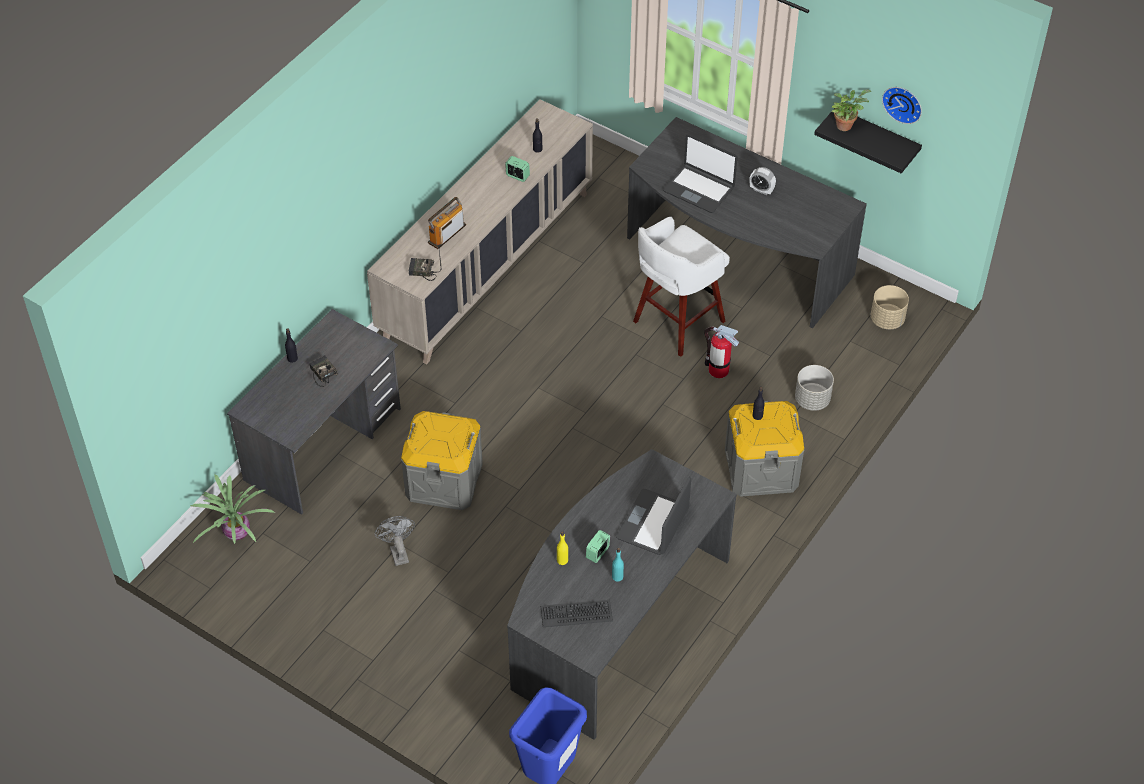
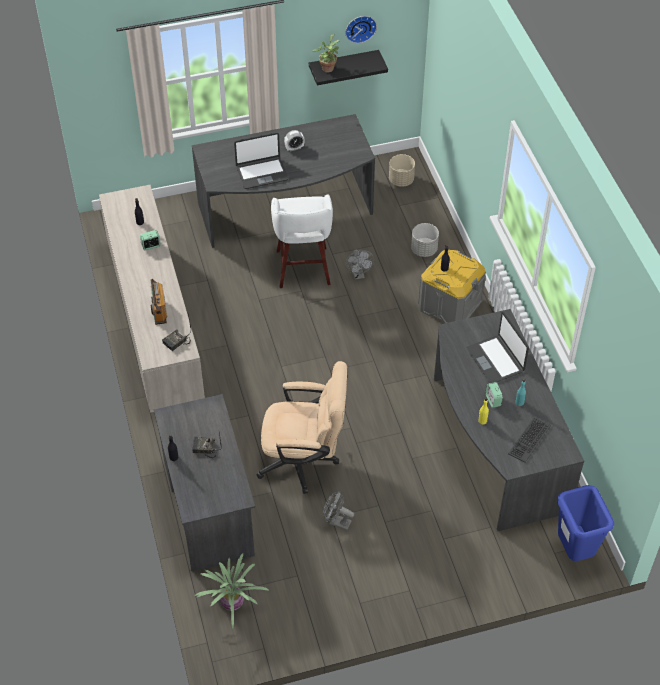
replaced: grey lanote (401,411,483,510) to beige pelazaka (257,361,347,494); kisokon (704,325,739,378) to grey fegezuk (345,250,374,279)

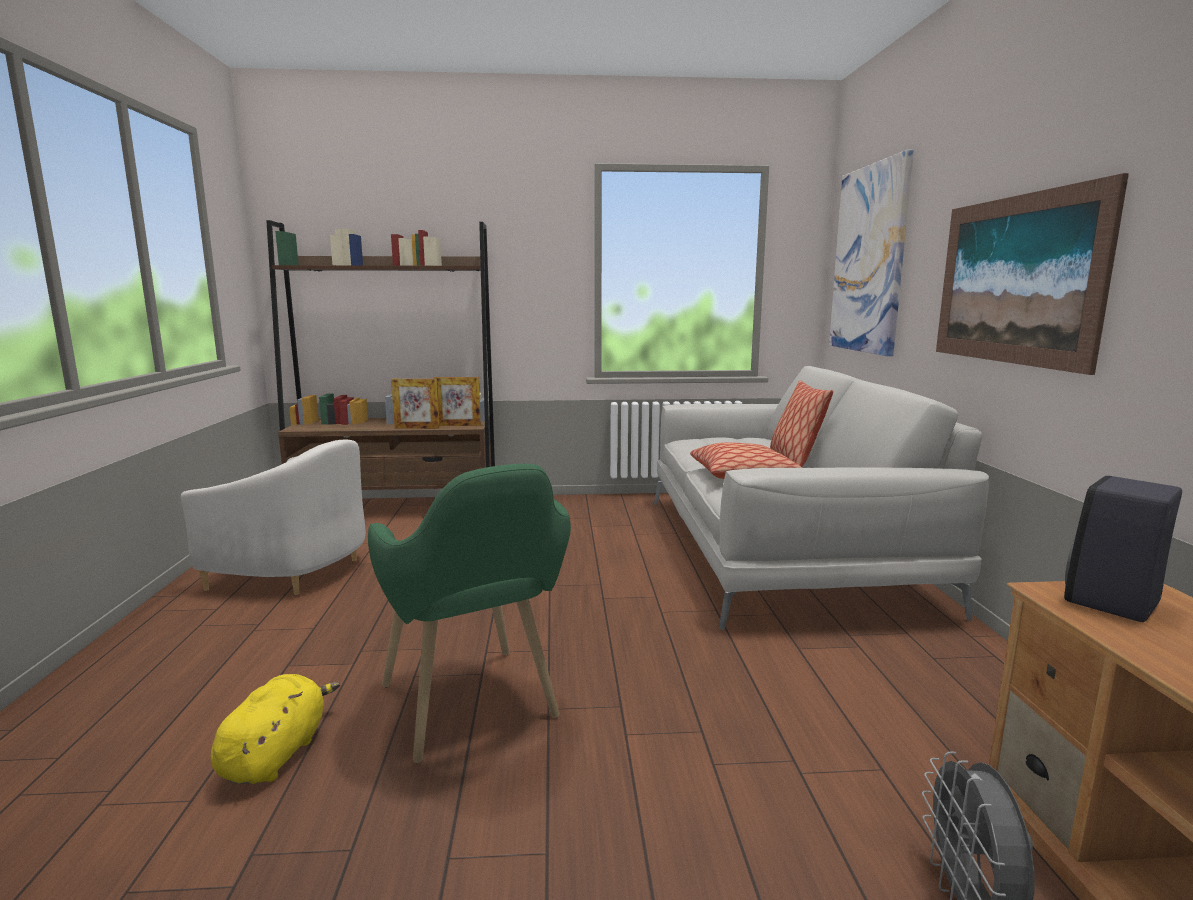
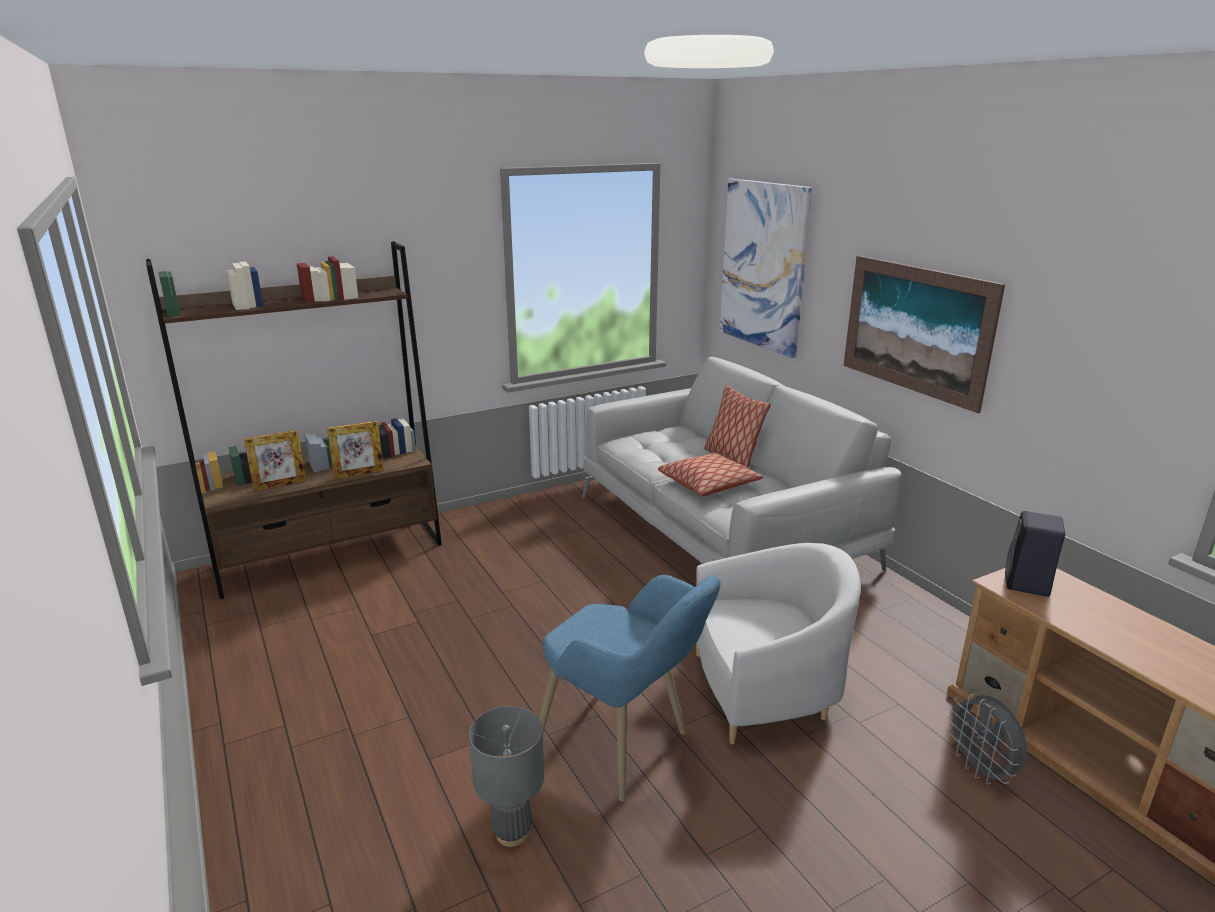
moved: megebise (434,377,481,426) to (244,430,306,491); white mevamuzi (181,439,366,595) to (696,543,861,744)
replaced: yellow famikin (211,674,340,784) to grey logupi (469,706,544,847)
recoloured: green mevamuzi (368,464,571,763) to blue mevamuzi (539,575,721,802)

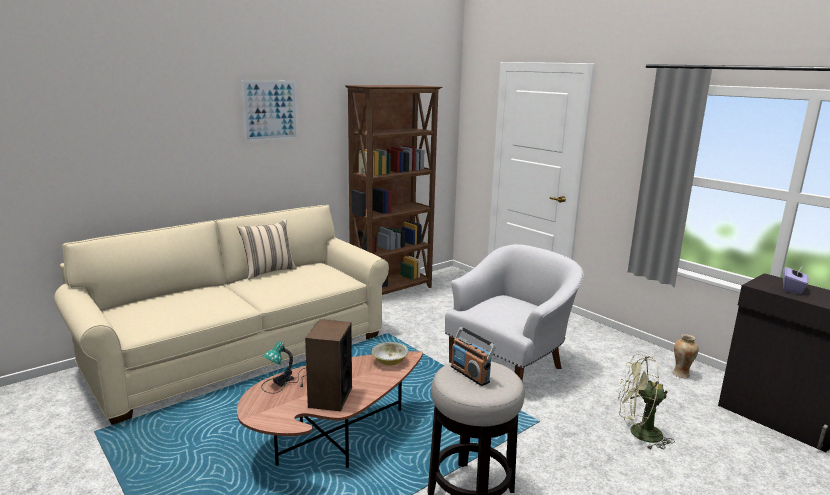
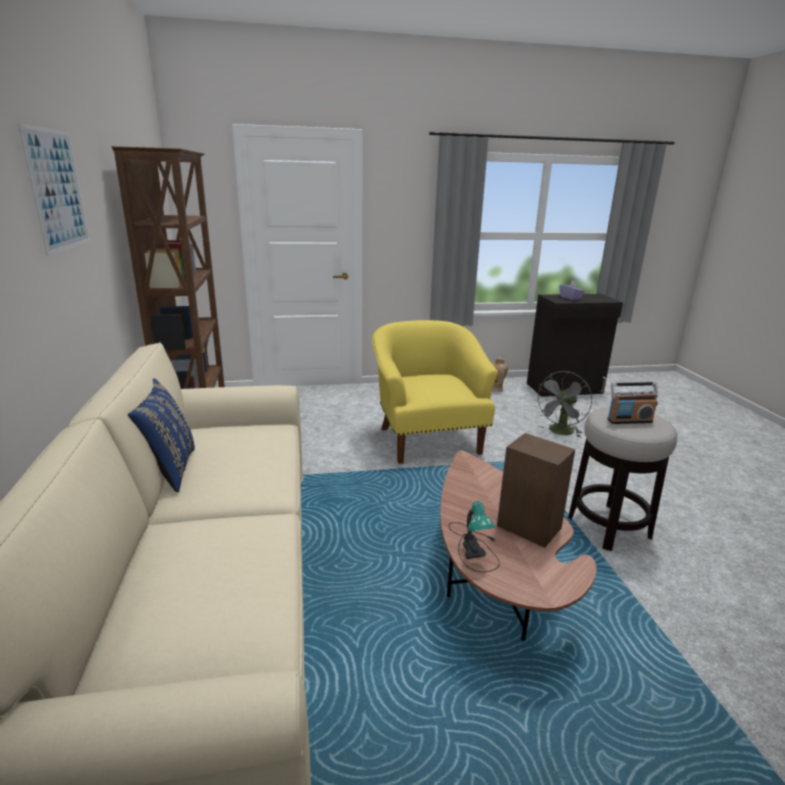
removed: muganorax (372,342,408,366)
recoloured: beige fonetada (237,219,297,280) to blue fonetada (128,378,195,493); white mevamuzi (445,244,584,380) to yellow mevamuzi (372,320,498,464); green fegezuk (618,354,675,450) to grey fegezuk (535,371,592,437)

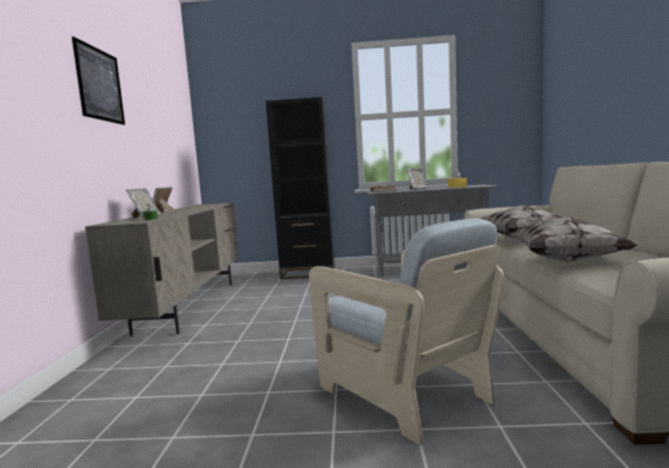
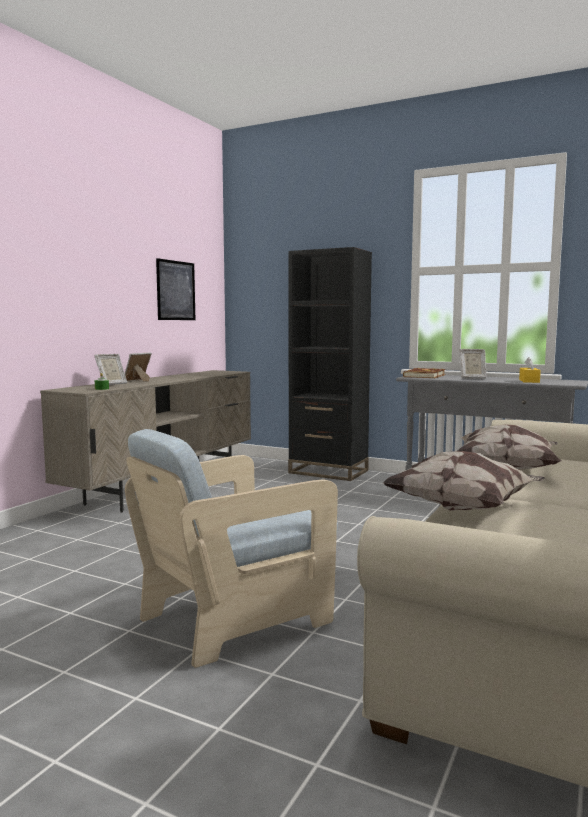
moved: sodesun (72,37,125,125) to (156,258,195,320)
turned: beige mevamuzi (309,218,504,445) = (125,429,338,668) 60 degrees clockwise

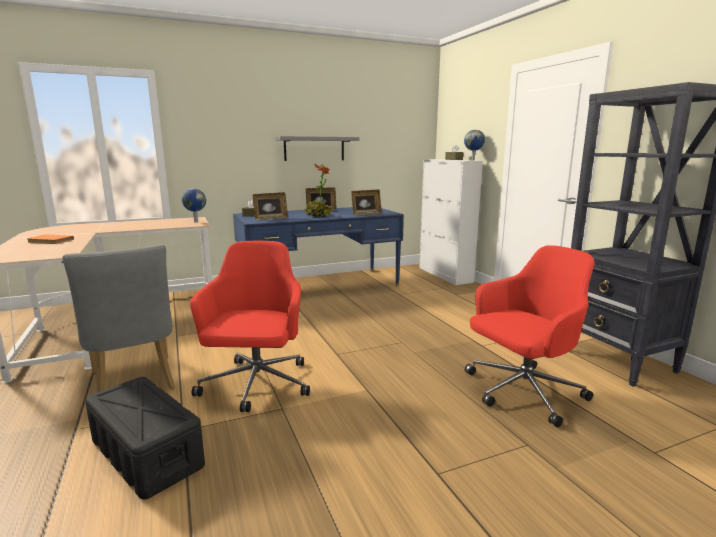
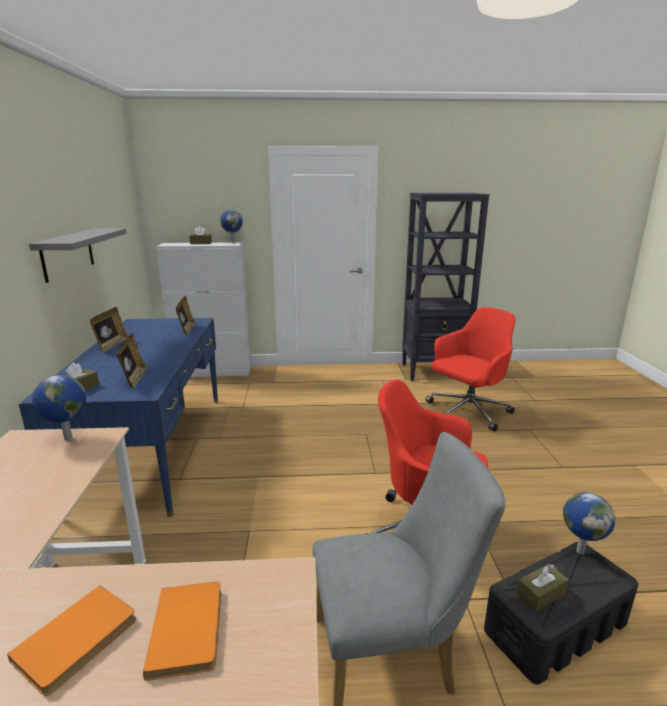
removed: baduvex (305,164,333,217)
added: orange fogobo (143,582,221,681); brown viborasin (516,564,569,612); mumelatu (563,492,615,554)
turned: red pelazaka (465,245,595,427) = (426,307,516,432) 60 degrees clockwise

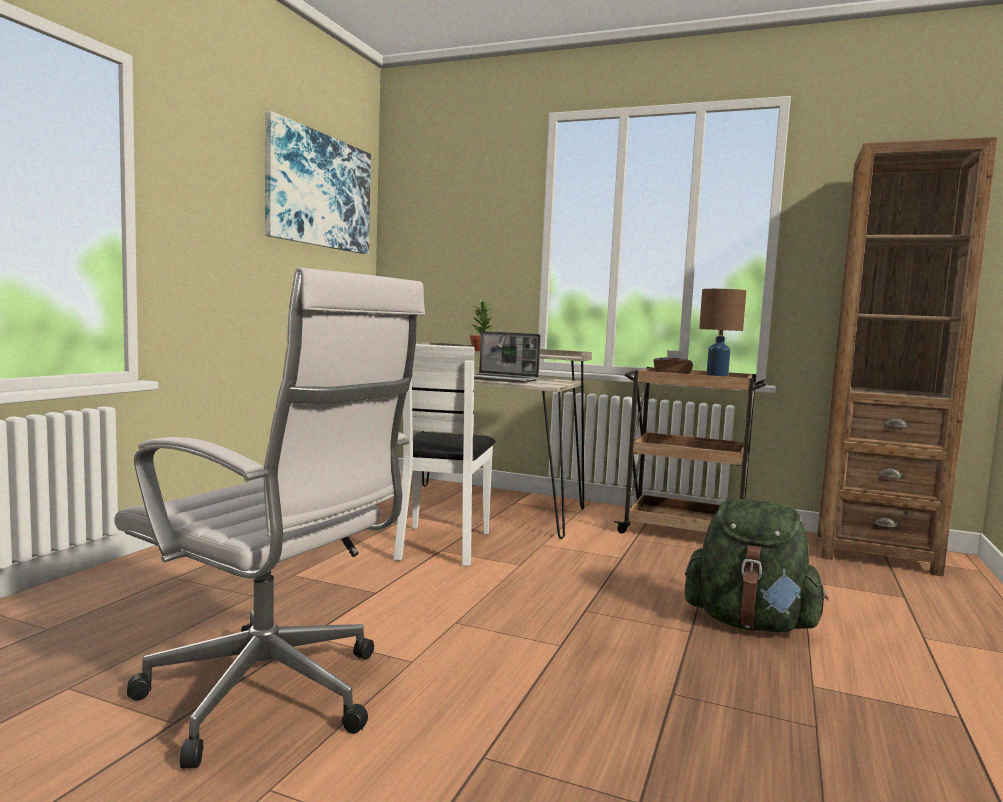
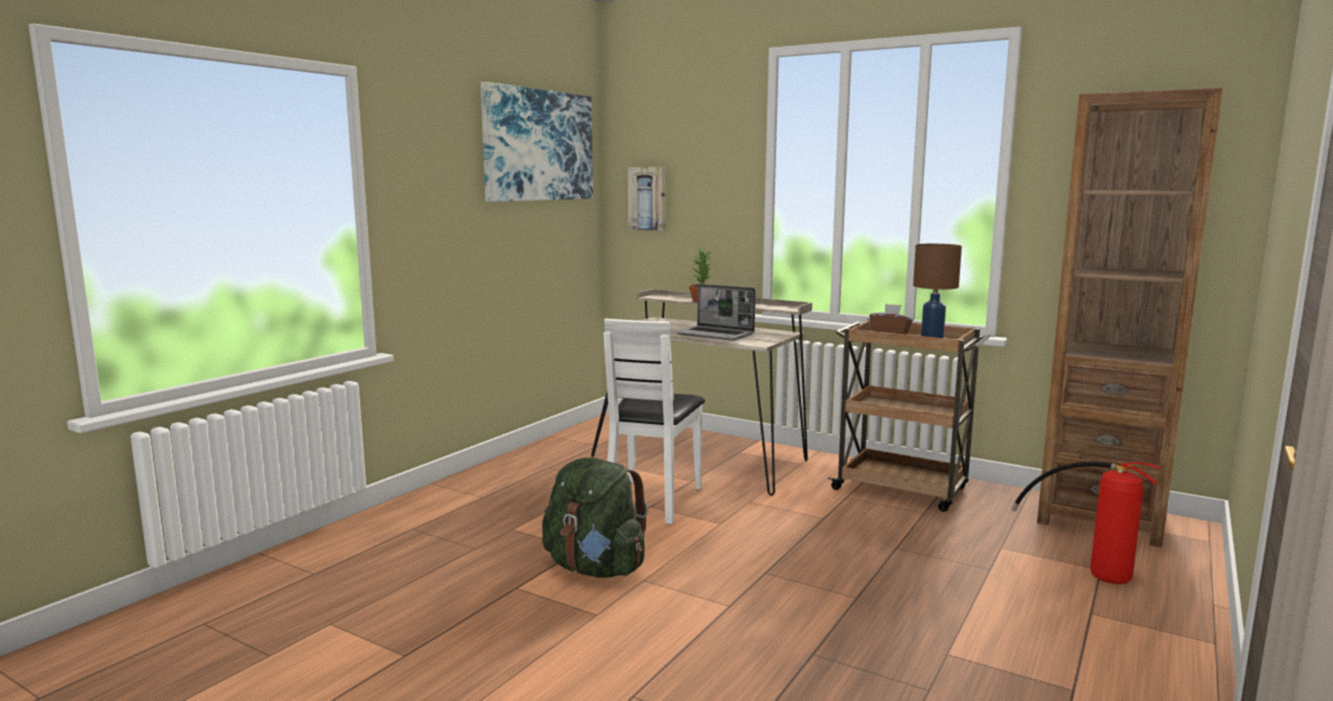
removed: white pelazaka (114,267,425,769)
added: sodesun (628,167,666,231); kisokon (1011,462,1161,584)
moved: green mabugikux (685,499,828,632) to (542,458,648,578)

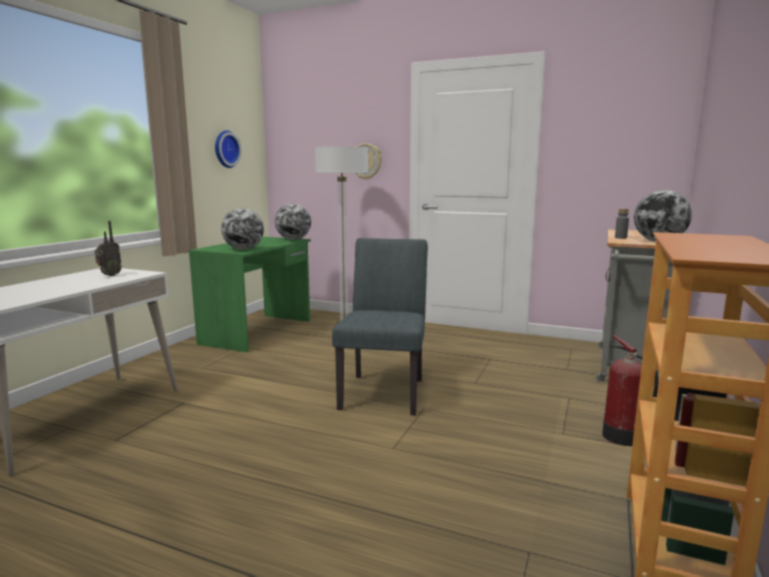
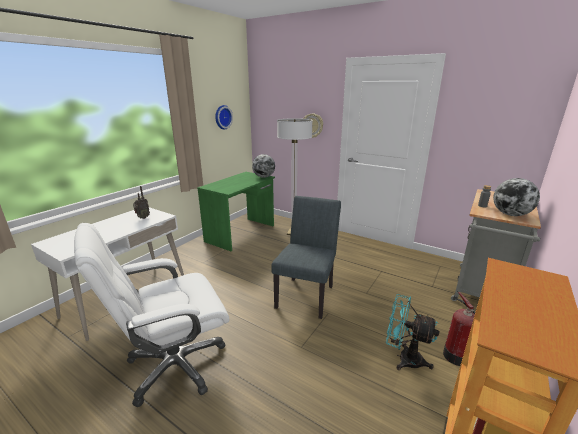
removed: mumelatu (221,208,264,250)
added: white pelazaka (74,223,229,407); turquoise fegezuk (386,294,439,371)

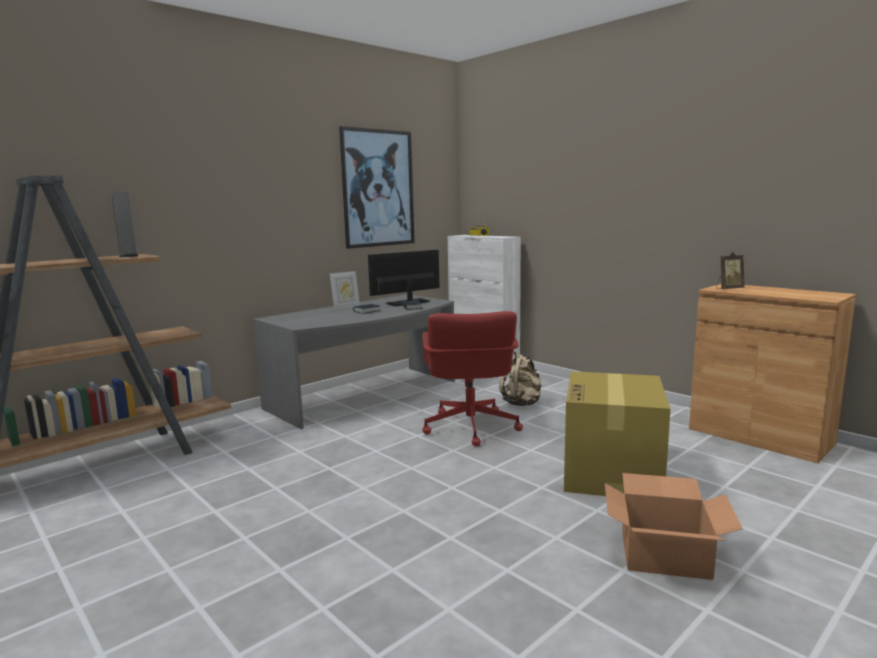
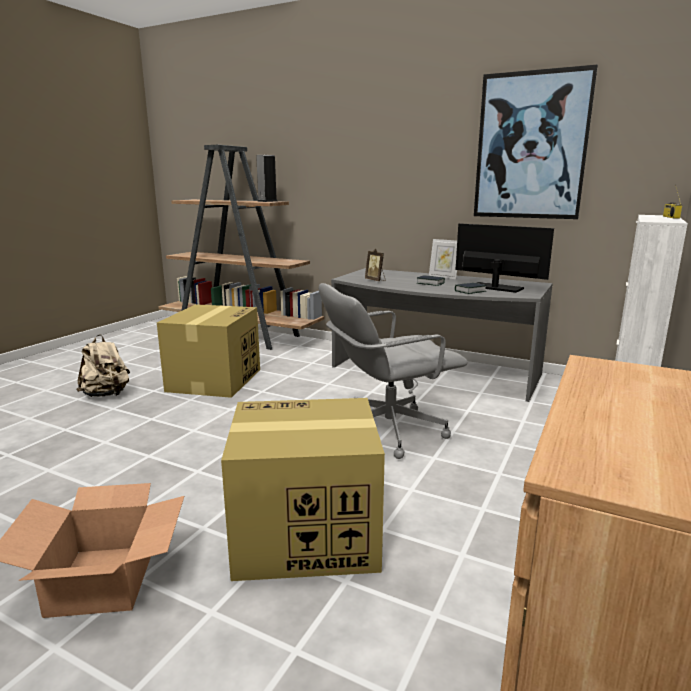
added: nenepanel (157,304,260,398)
moved: beige mabugikux (499,350,542,406) to (76,334,130,397); megebise (716,252,745,289) to (365,249,386,281)
recoloured: red pelazaka (422,311,523,446) to grey pelazaka (319,283,468,459)

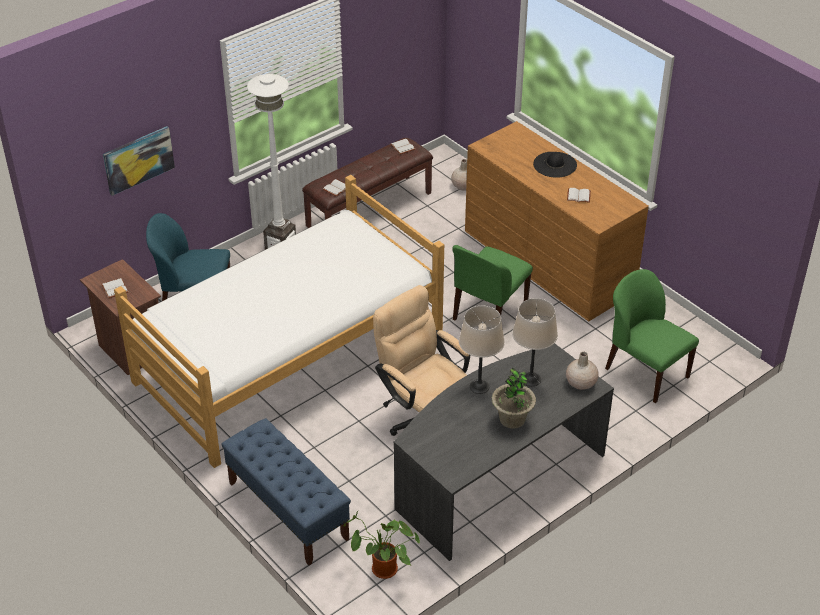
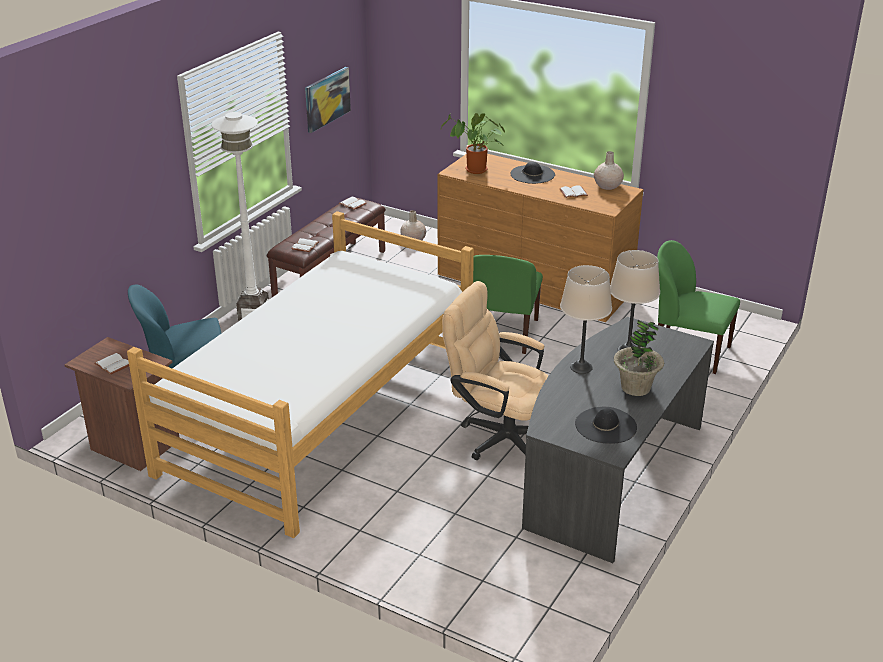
removed: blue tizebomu (221,418,351,566)
added: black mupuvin (575,407,637,444)
moved: sodesun (103,126,175,196) to (305,67,351,133); baduvex (343,511,420,579) to (441,113,505,174); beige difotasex (566,352,599,390) to (594,151,624,190)

